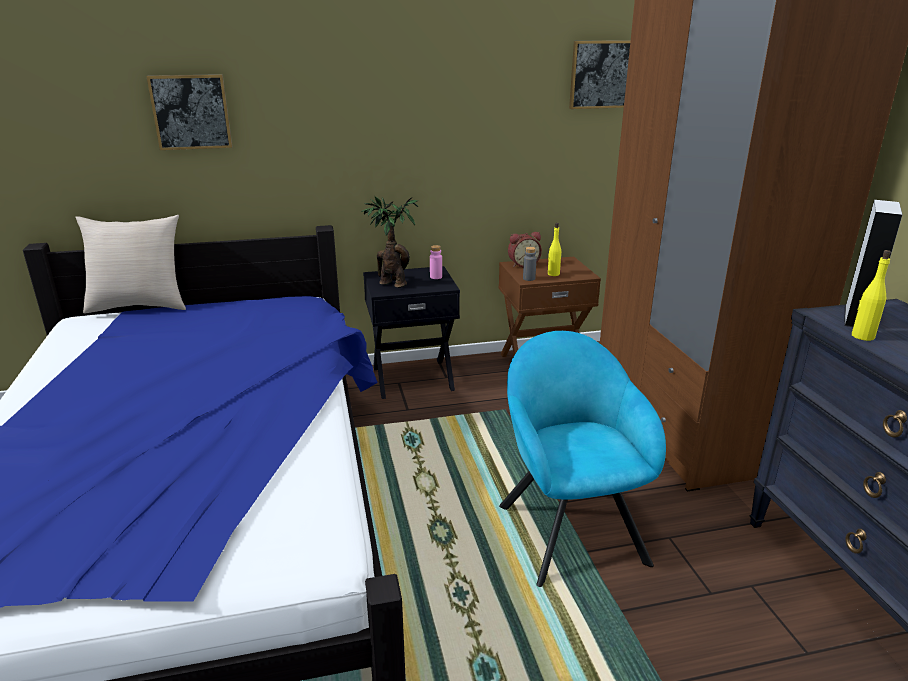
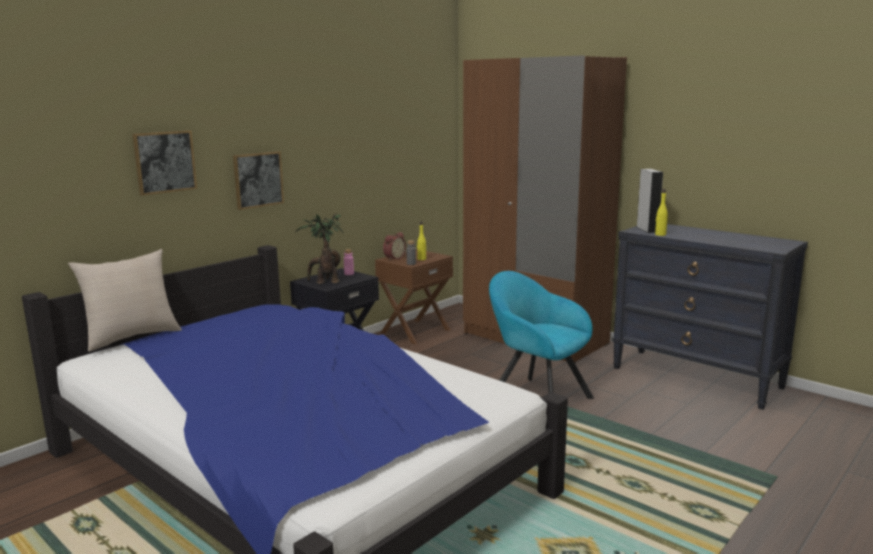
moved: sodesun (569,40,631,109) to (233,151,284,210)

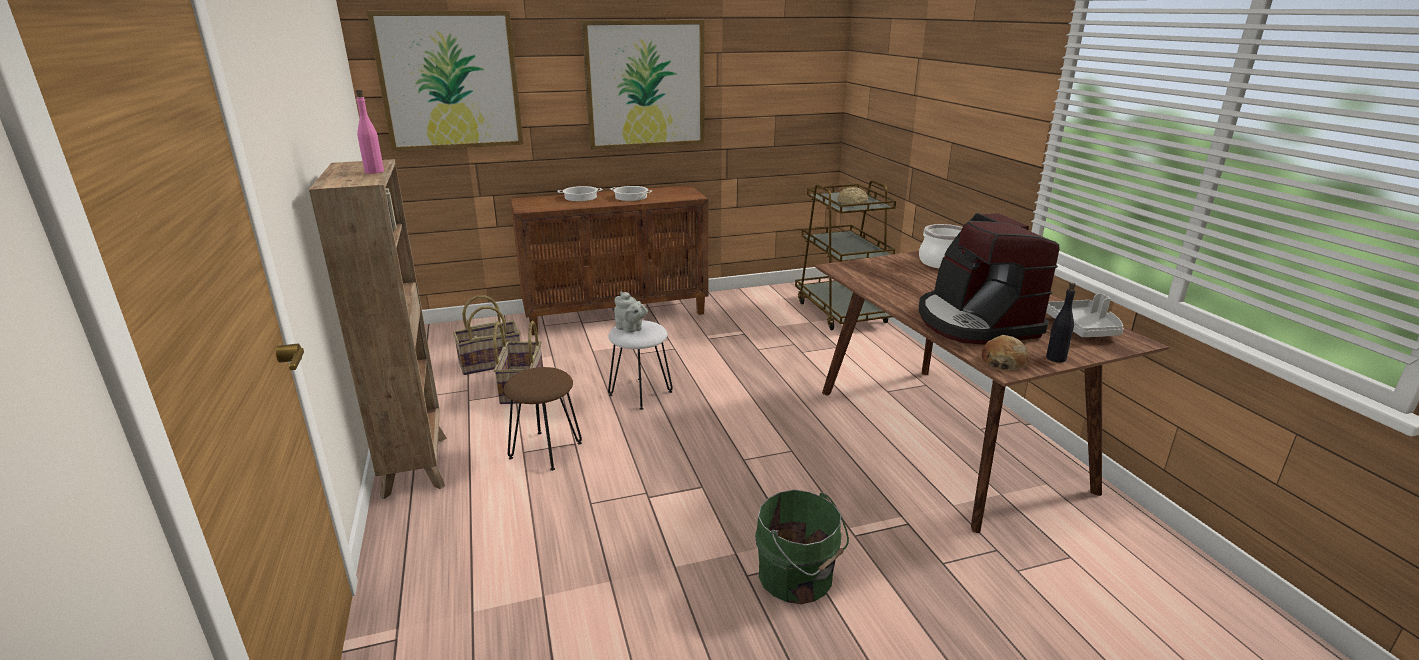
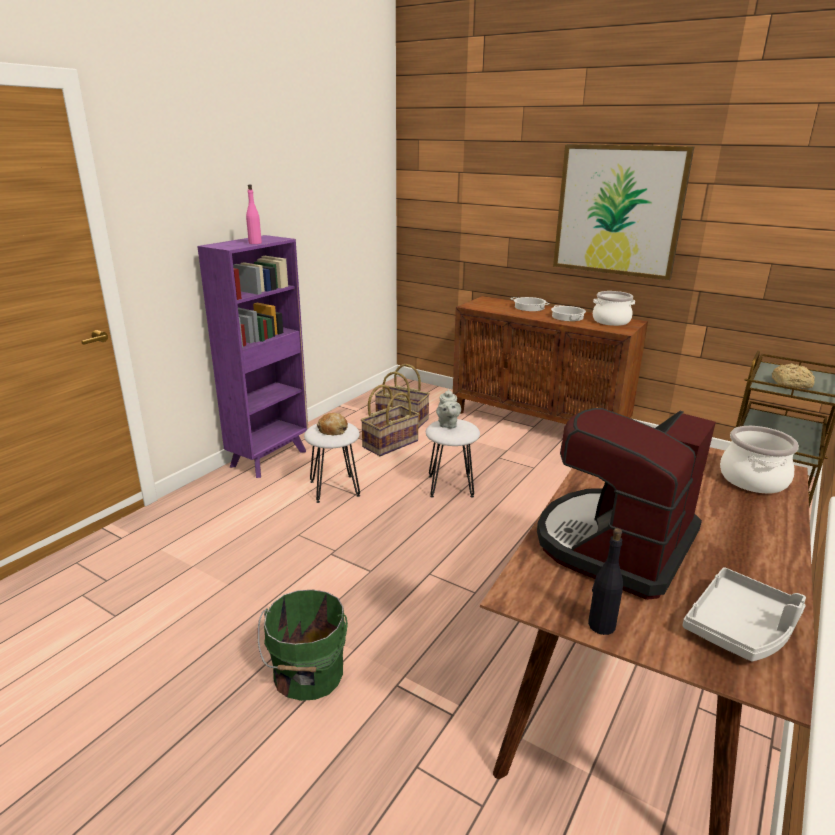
removed: sodesun (367,11,524,151)
added: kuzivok (593,291,635,326)
moved: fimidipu (982,335,1029,371) to (317,413,348,435)
recoloured: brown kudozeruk (309,159,447,499) to purple kudozeruk (197,235,308,478); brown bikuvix (504,367,582,471) to white bikuvix (304,422,360,503)

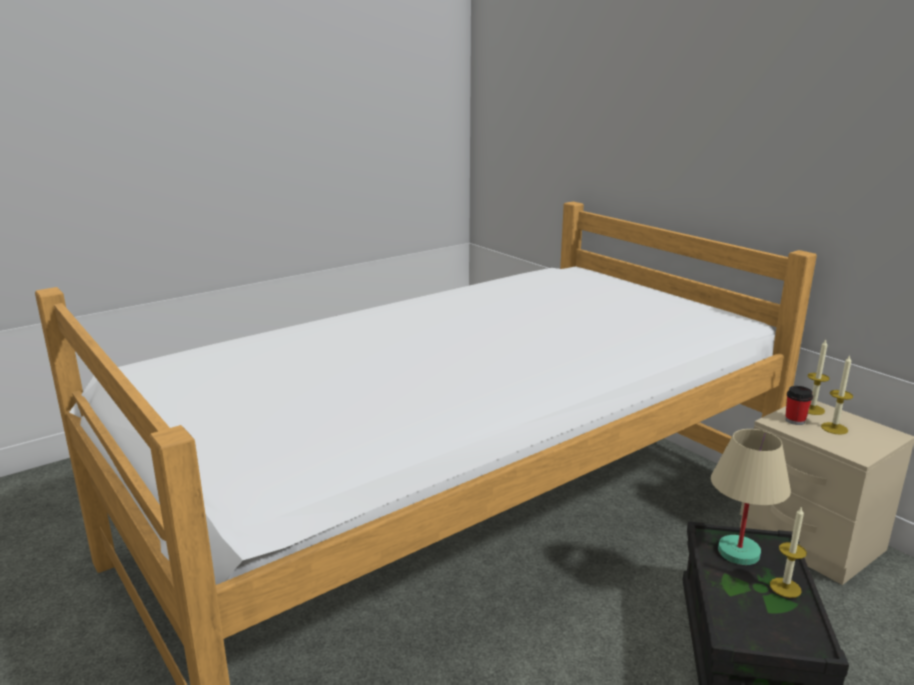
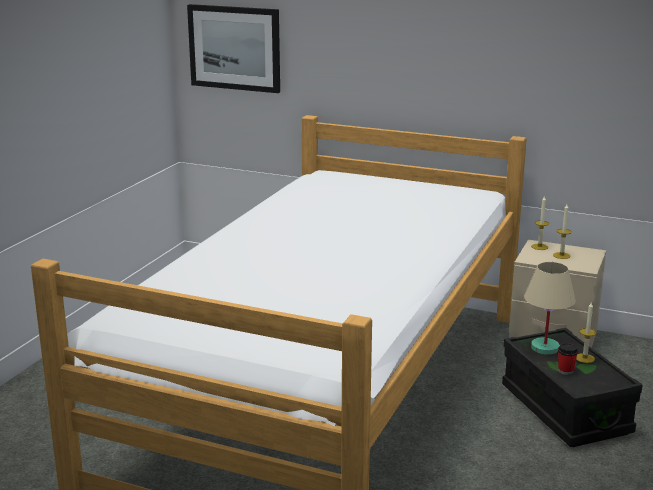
added: sodesun (187,4,280,93)
moved: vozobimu (785,386,813,425) to (558,343,578,375)

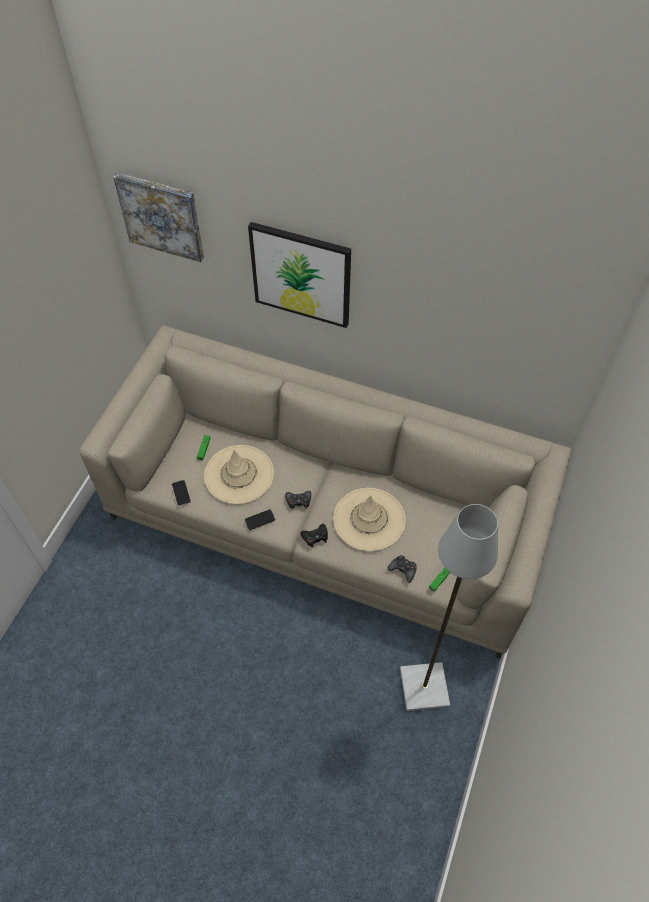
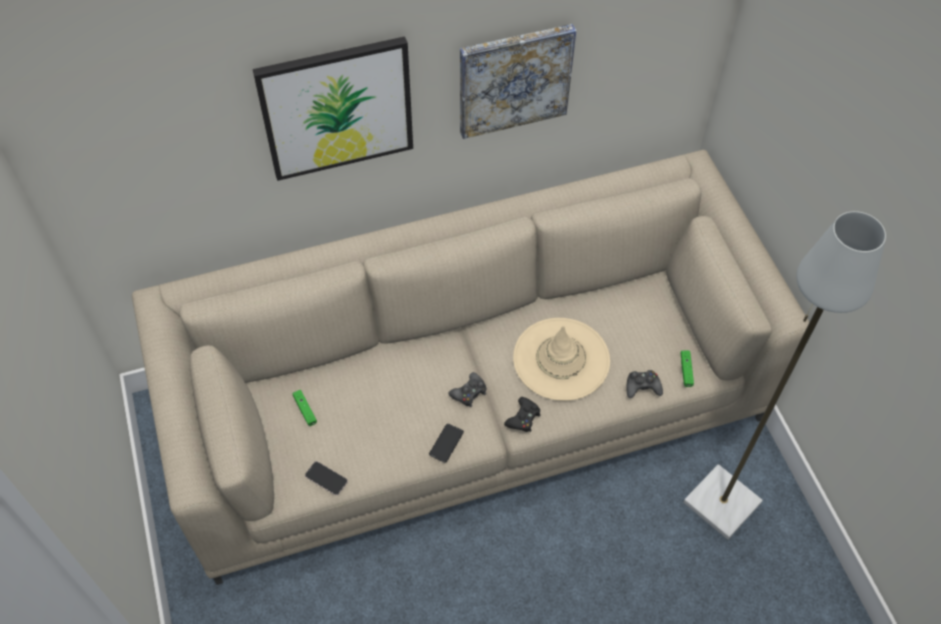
removed: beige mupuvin (204,445,274,504)
moved: sodesun (113,173,204,262) to (460,24,576,139)

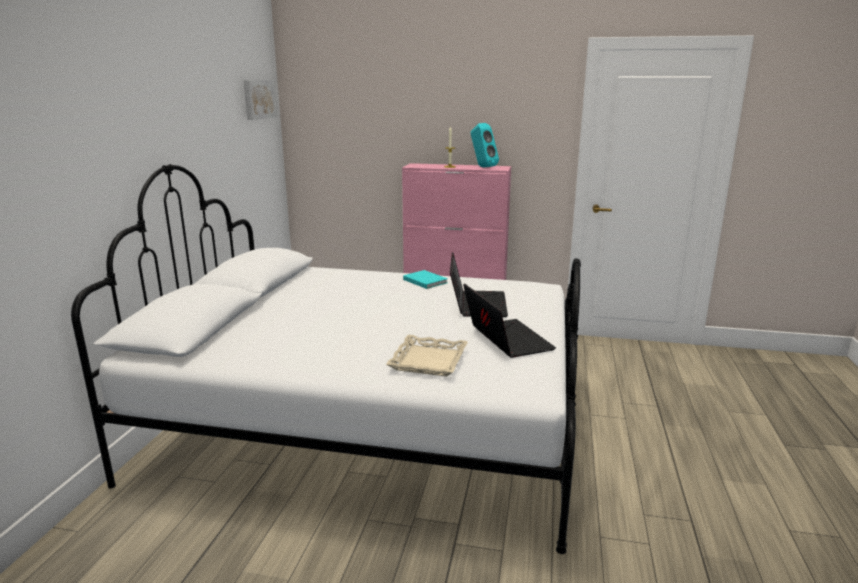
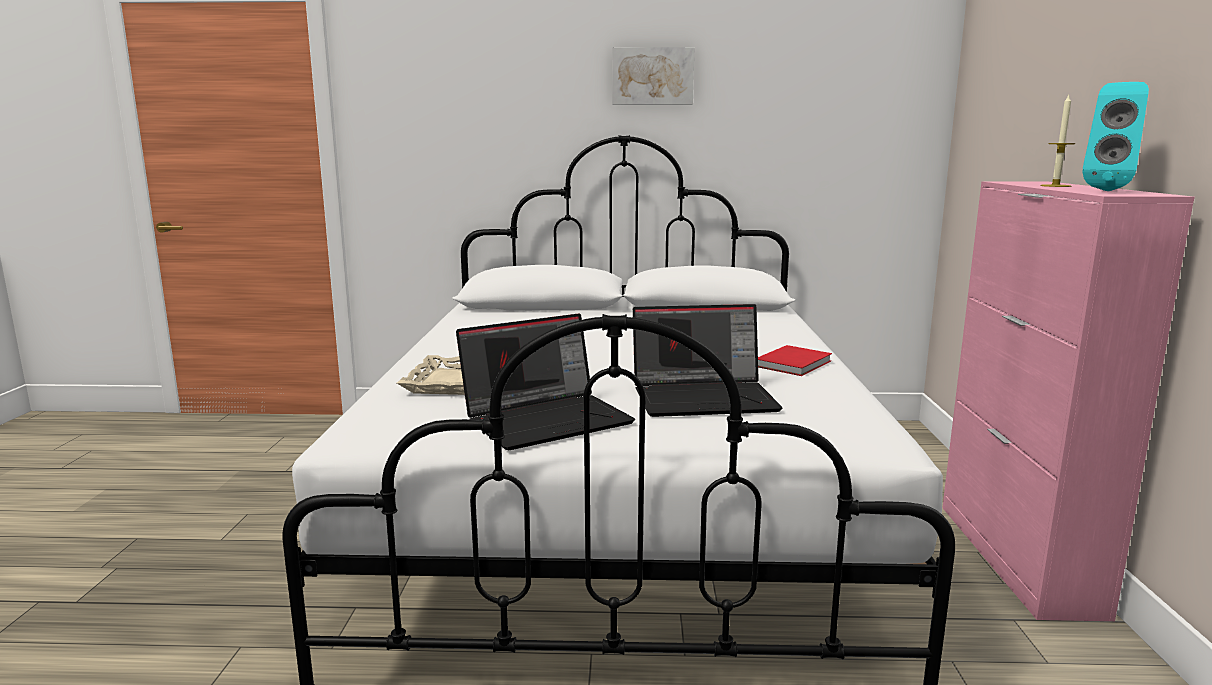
moved: sodesun (243,80,277,120) to (612,47,695,105)
recoloured: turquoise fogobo (403,270,448,289) to red fogobo (758,345,832,376)

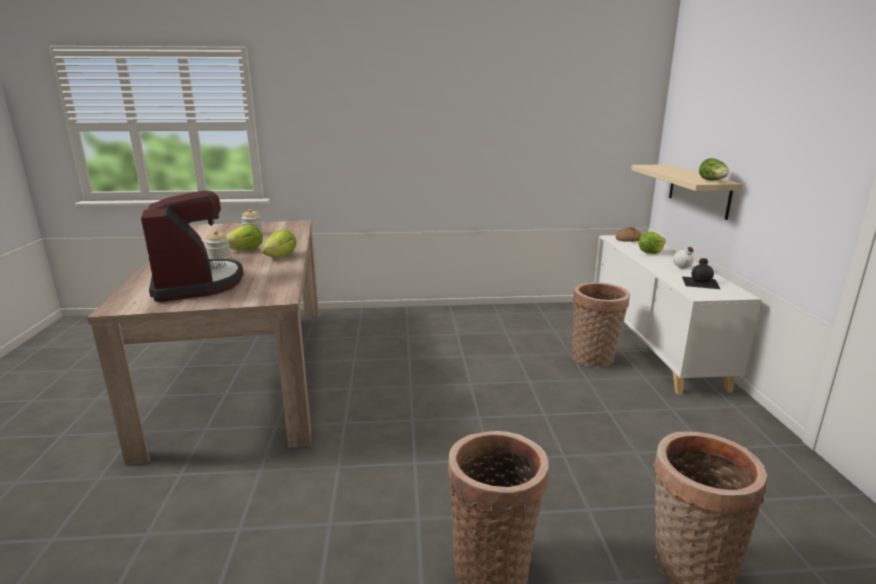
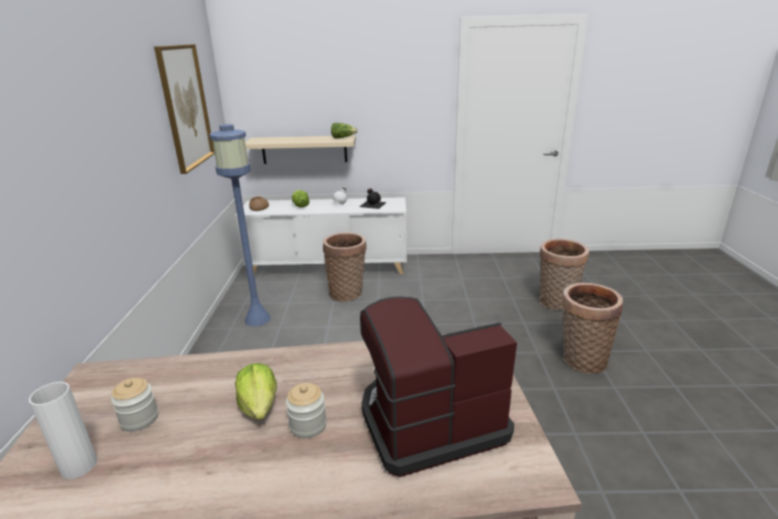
removed: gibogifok (261,229,297,257)
added: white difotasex (29,382,97,479); sodesun (154,44,215,174); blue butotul (209,124,271,326)

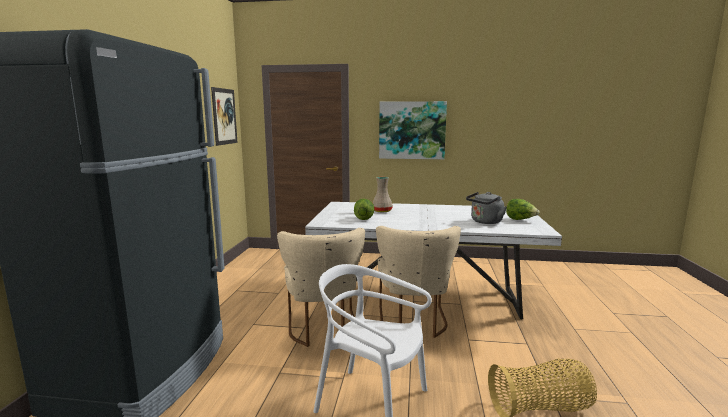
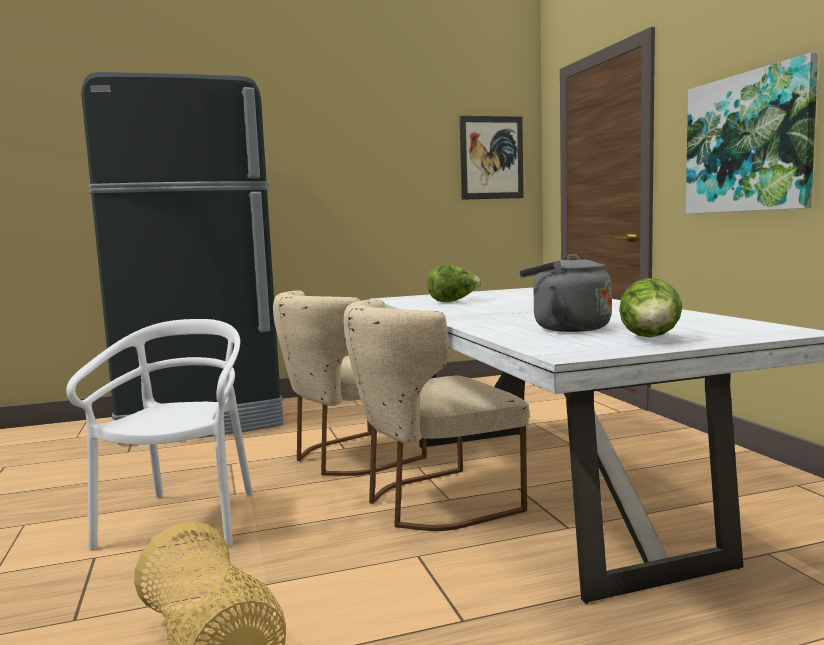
removed: beige difotasex (373,177,393,212)

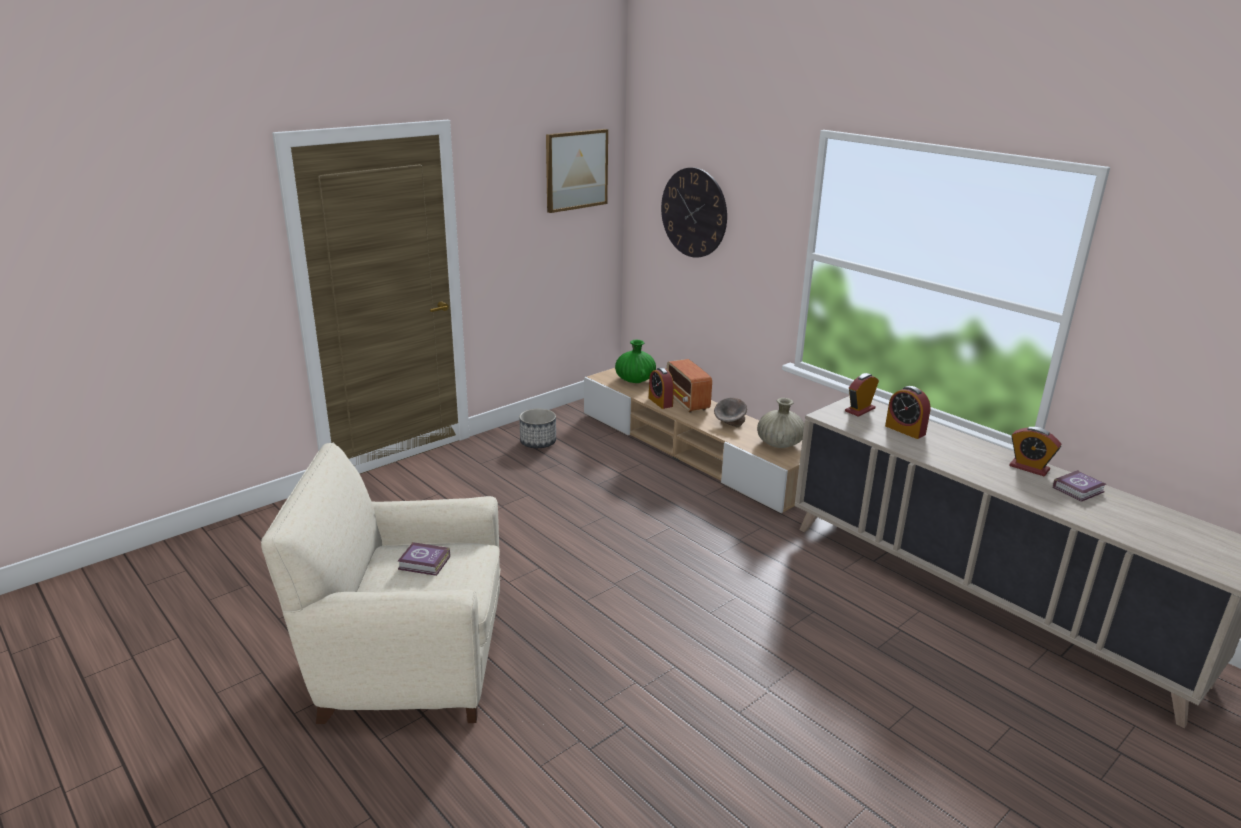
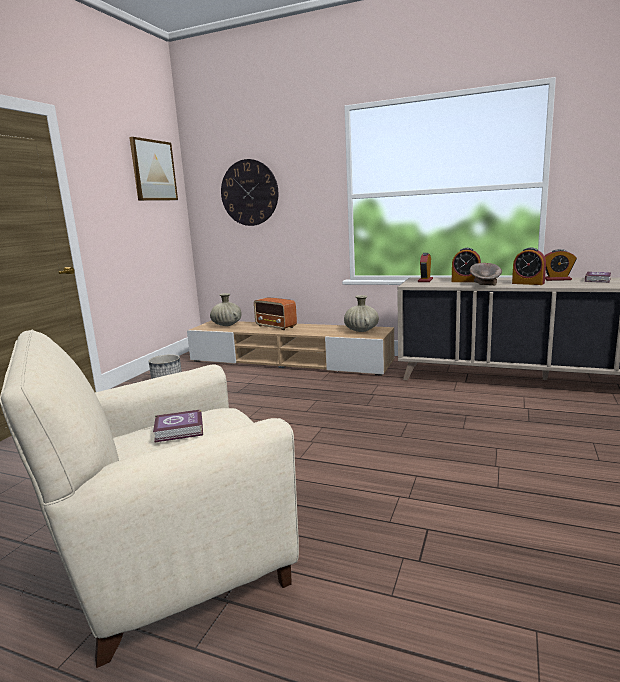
moved: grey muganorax (714,398,747,427) to (470,263,502,285); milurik (649,368,674,409) to (512,247,546,285)
recoloured: green difotasex (615,340,656,383) to beige difotasex (210,293,242,326)

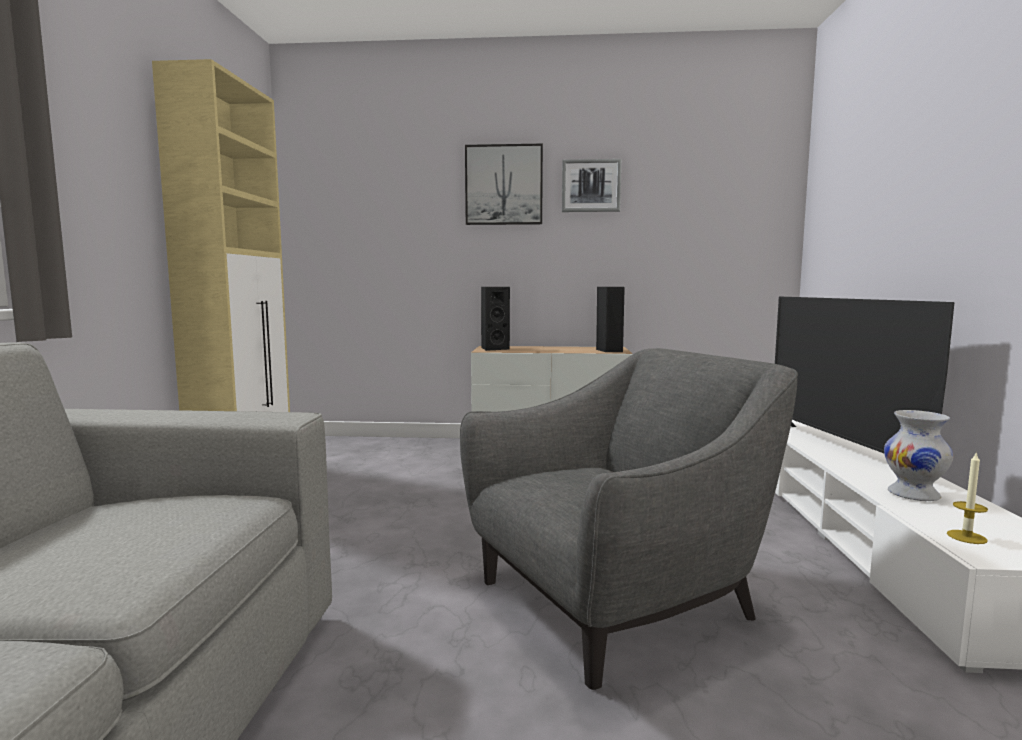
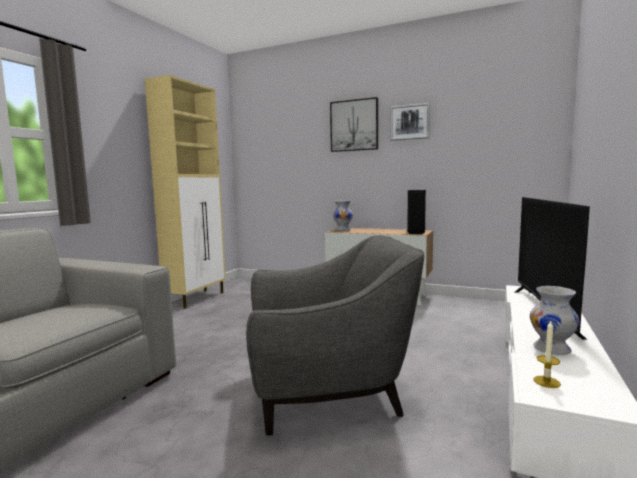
replaced: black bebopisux (481,287,510,351) to white difotasex (333,200,353,231)

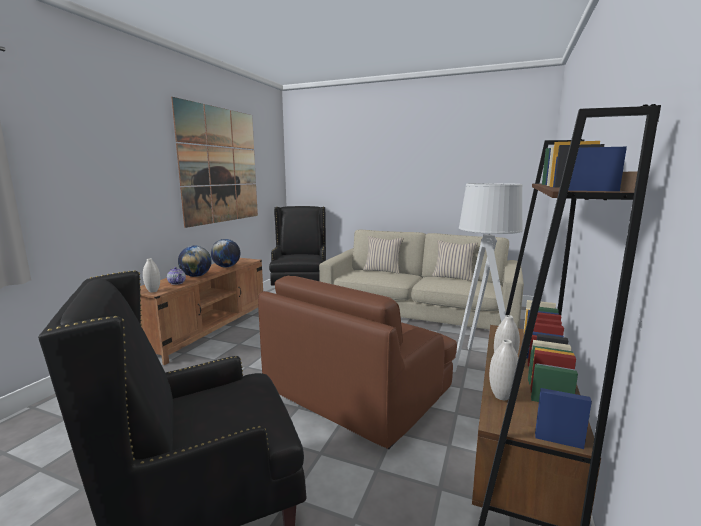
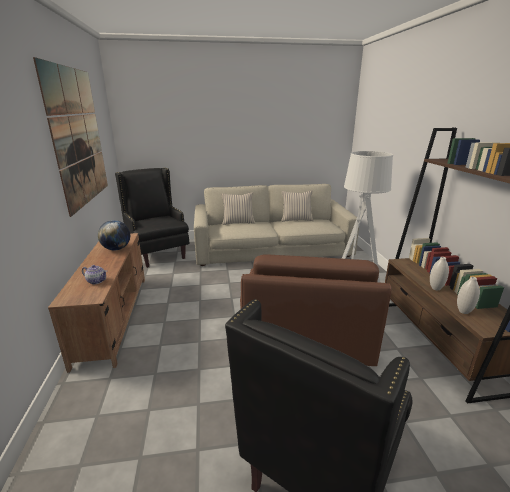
removed: white difotasex (143,258,160,293); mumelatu (178,246,212,277)

